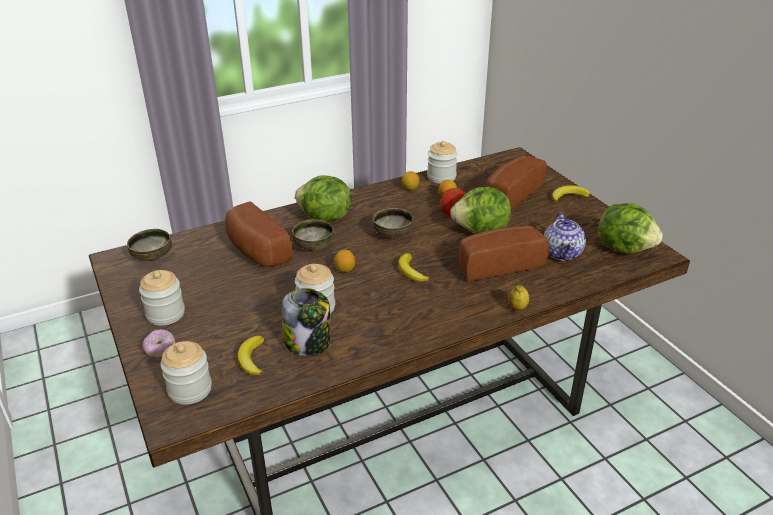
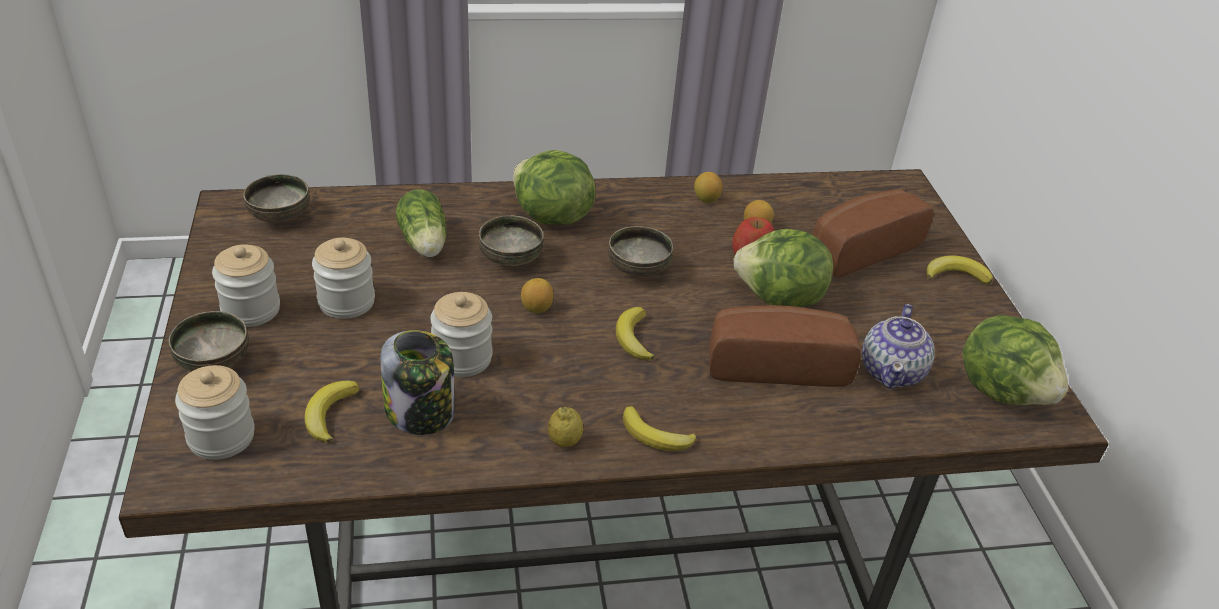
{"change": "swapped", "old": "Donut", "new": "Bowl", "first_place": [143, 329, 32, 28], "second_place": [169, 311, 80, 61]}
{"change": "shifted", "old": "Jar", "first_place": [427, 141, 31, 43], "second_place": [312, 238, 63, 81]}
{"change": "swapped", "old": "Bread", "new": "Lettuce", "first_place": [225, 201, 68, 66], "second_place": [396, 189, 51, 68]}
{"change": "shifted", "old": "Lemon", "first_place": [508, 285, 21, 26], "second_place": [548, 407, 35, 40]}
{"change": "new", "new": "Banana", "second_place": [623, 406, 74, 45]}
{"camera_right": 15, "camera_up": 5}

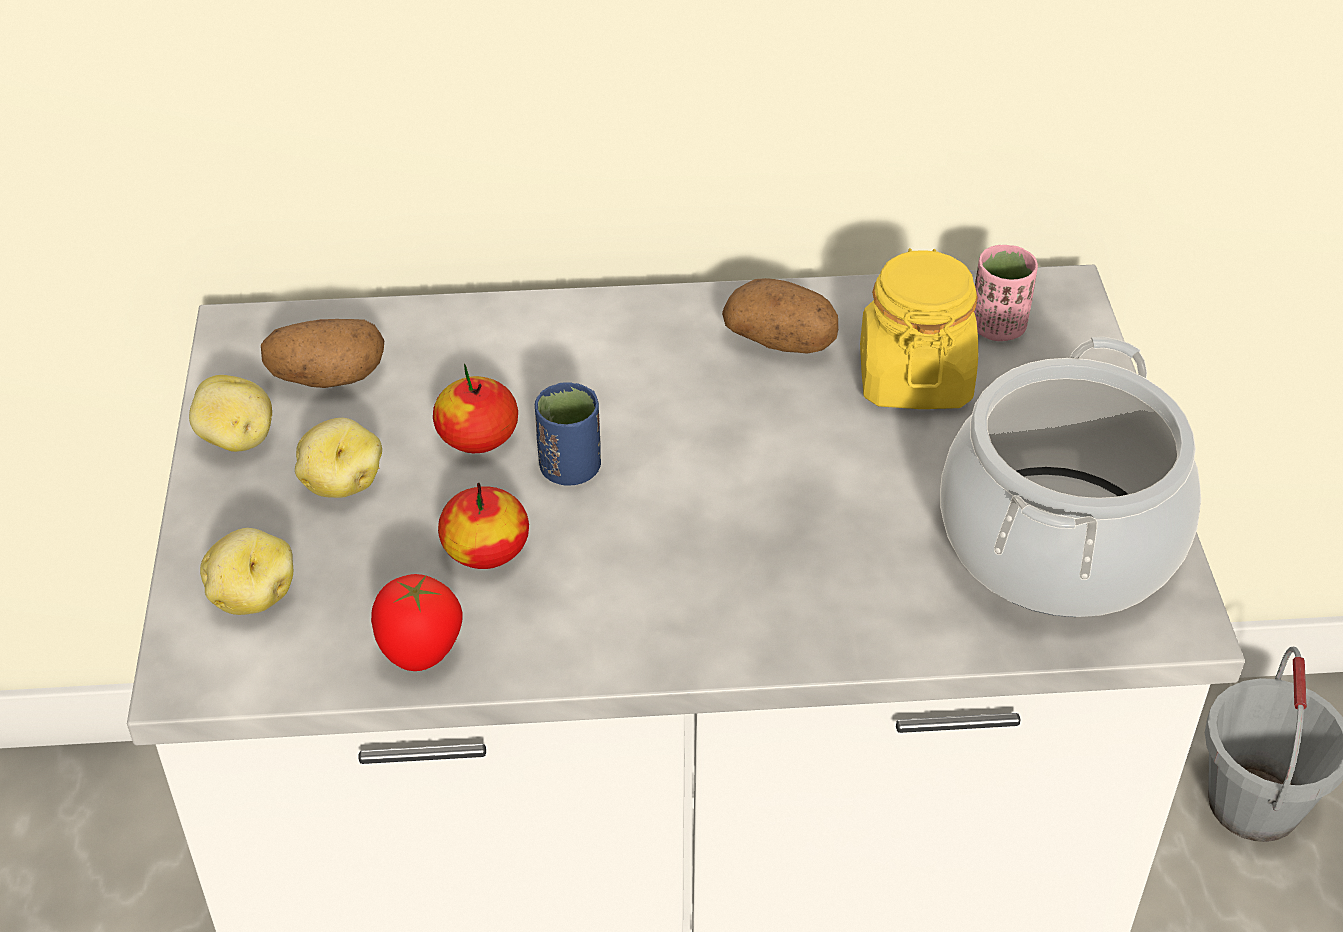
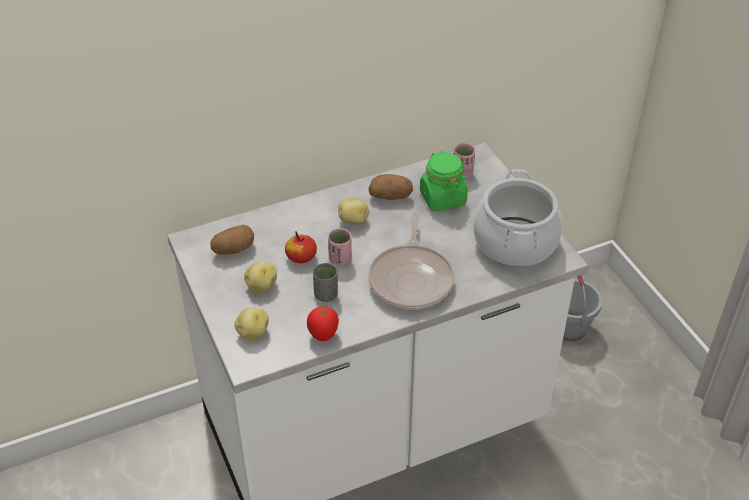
{"change": "swapped", "old": "Apple", "new": "GreyCup", "first_place": [438, 483, 91, 86], "second_place": [313, 263, 25, 39]}
{"change": "repainted", "old": "BlueCup", "new": "PinkCup", "first_place": [535, 382, 66, 104], "second_place": [328, 228, 24, 38]}
{"change": "shifted", "old": "Potato", "first_place": [189, 375, 83, 77], "second_place": [338, 198, 31, 27]}
{"change": "new", "new": "FryingPan", "second_place": [368, 213, 87, 97]}
{"change": "repainted", "old": "YellowJar", "new": "GreenJar", "first_place": [860, 248, 118, 161], "second_place": [420, 151, 48, 60]}
{"camera_right": -20, "camera_up": 0}

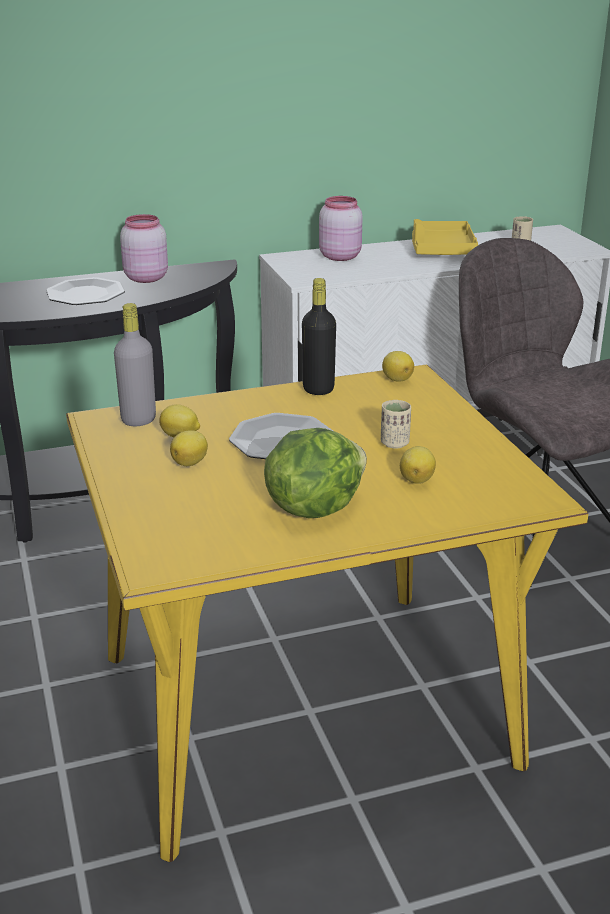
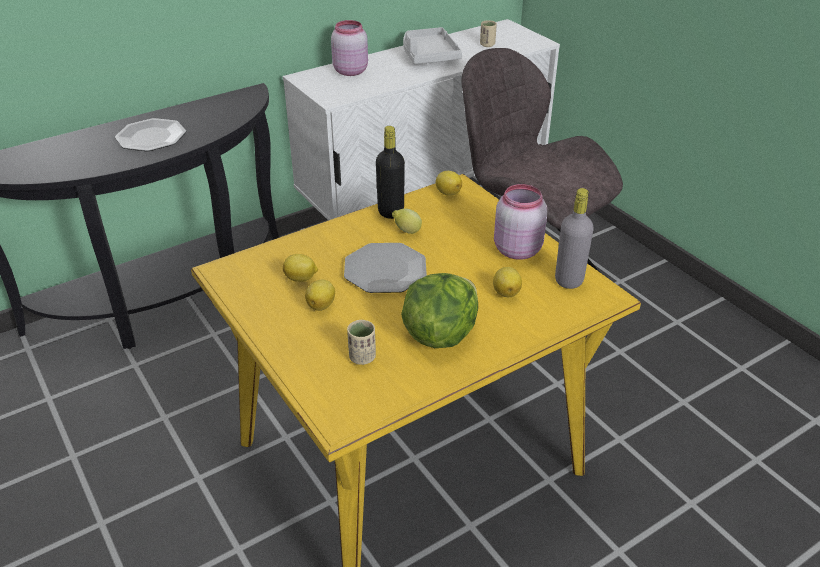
{"change": "shifted", "old": "BeigeCup", "first_place": [381, 400, 30, 48], "second_place": [347, 320, 29, 45]}
{"change": "new", "new": "Lemon", "second_place": [392, 208, 30, 26]}
{"change": "repainted", "old": "YellowTray", "new": "GreyTray", "first_place": [412, 219, 66, 36], "second_place": [403, 27, 59, 37]}
{"change": "shifted", "old": "PinkJar", "first_place": [120, 214, 48, 69], "second_place": [494, 184, 53, 76]}
{"change": "shifted", "old": "GreyBottle", "first_place": [114, 303, 42, 123], "second_place": [555, 188, 38, 101]}
{"camera_right": -15, "camera_up": 10}

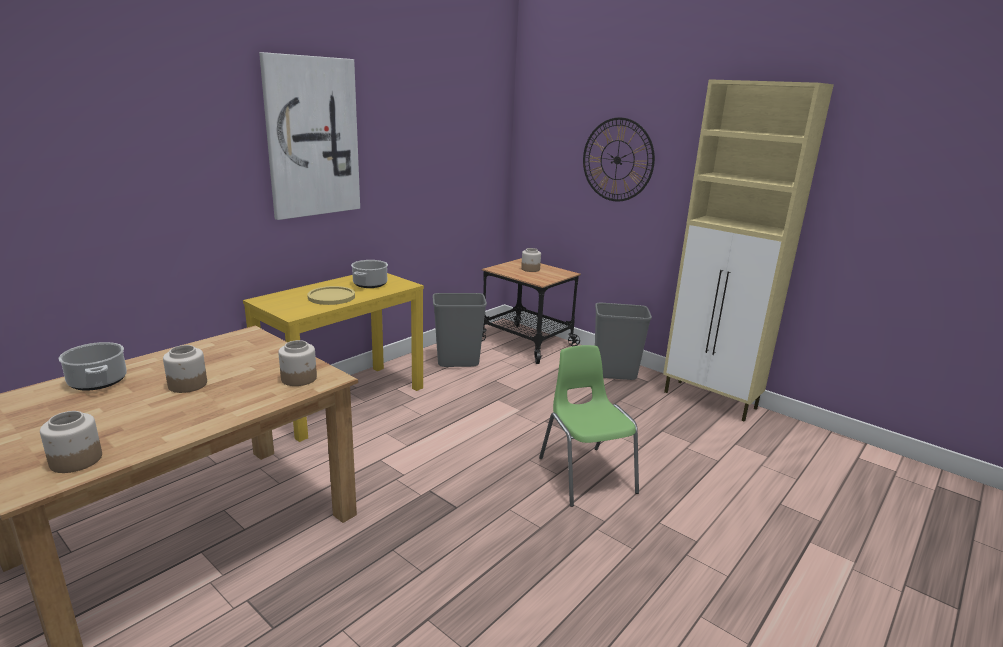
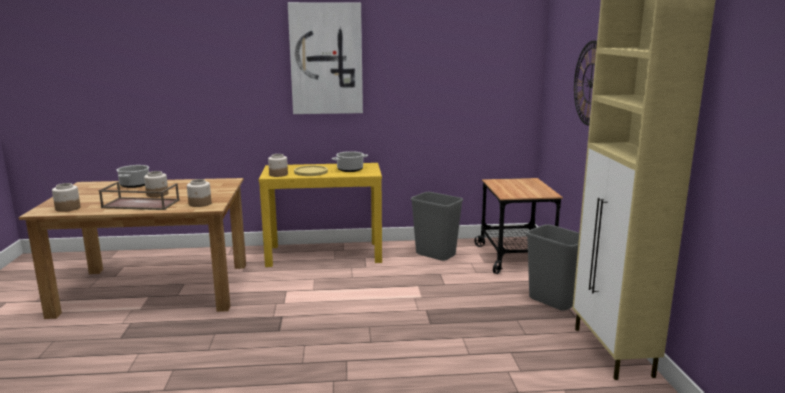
{"change": "new", "new": "BrownTray", "second_place": [99, 182, 81, 28]}
{"change": "shifted", "old": "Jar", "first_place": [521, 248, 20, 24], "second_place": [268, 154, 20, 23]}
{"change": "gone", "old": "GreenChair", "first_place": [539, 345, 100, 162]}
{"camera_right": 45, "camera_up": -5}

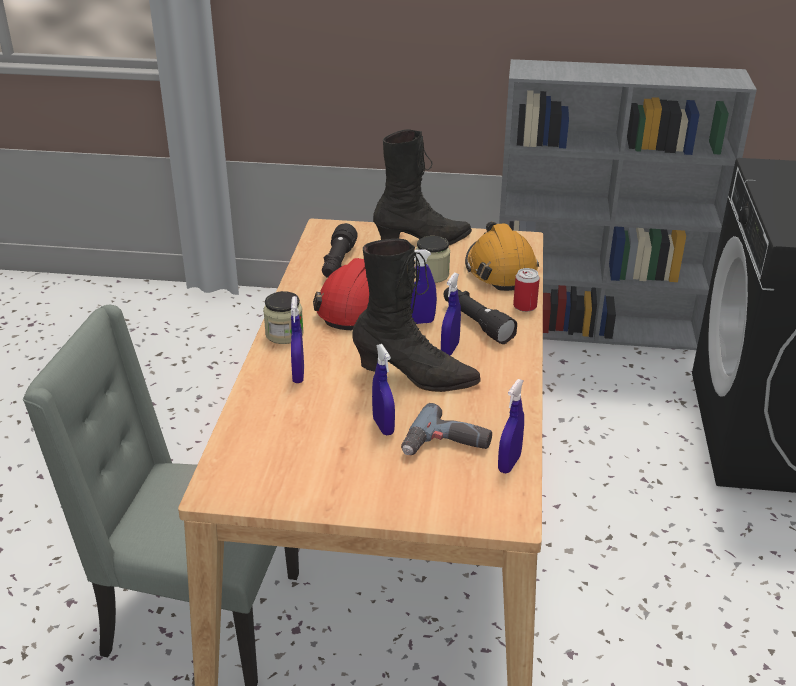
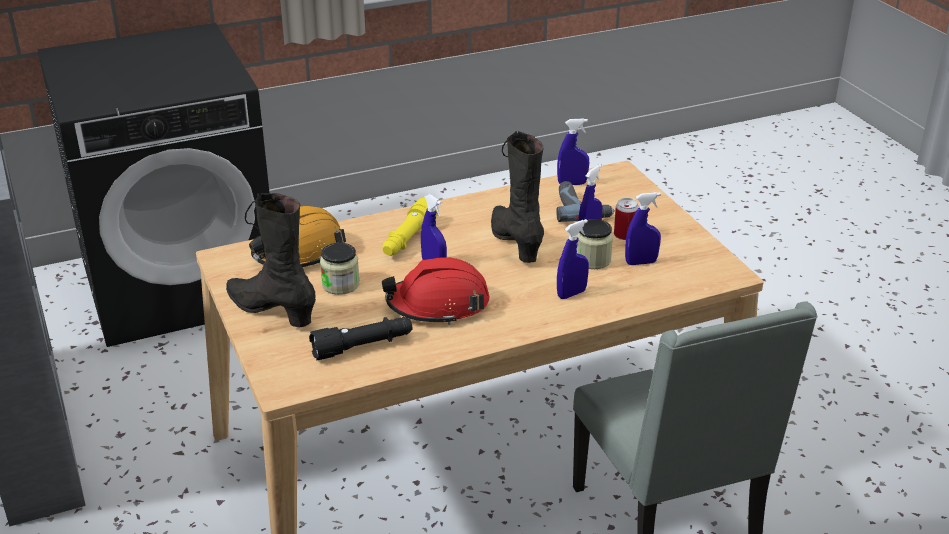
{"change": "repainted", "old": "BlackFlashlight", "new": "YellowFlashlight", "first_place": [444, 287, 73, 57], "second_place": [382, 198, 56, 58]}
{"change": "shifted", "old": "Jar", "first_place": [263, 291, 41, 53], "second_place": [576, 219, 37, 50]}
{"change": "shifted", "old": "Can", "first_place": [513, 268, 27, 44], "second_place": [614, 198, 25, 42]}
{"change": "shifted", "old": "BlueSprayBottle", "first_place": [441, 273, 20, 82], "second_place": [625, 192, 36, 73]}
{"camera_right": -120, "camera_up": 0}

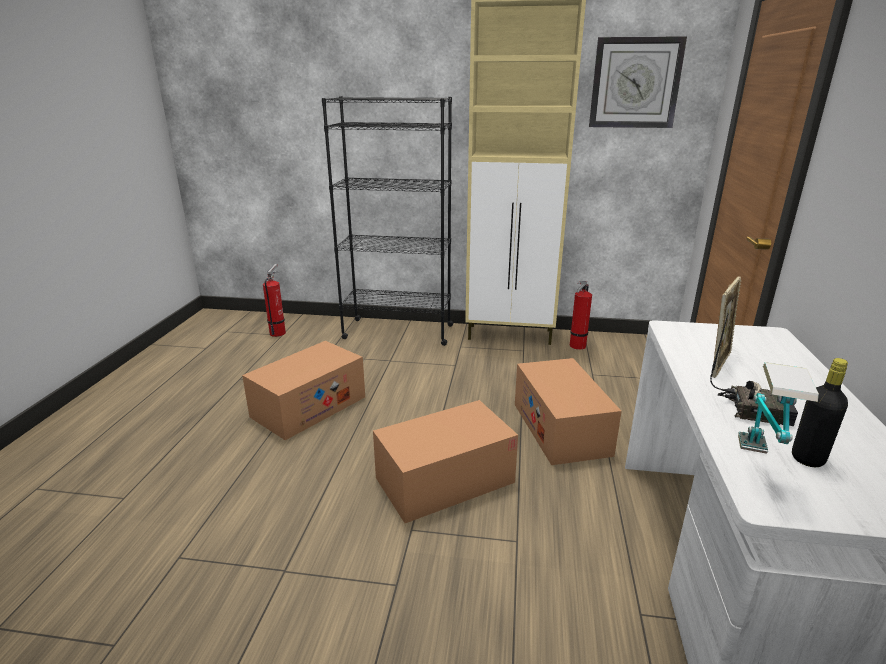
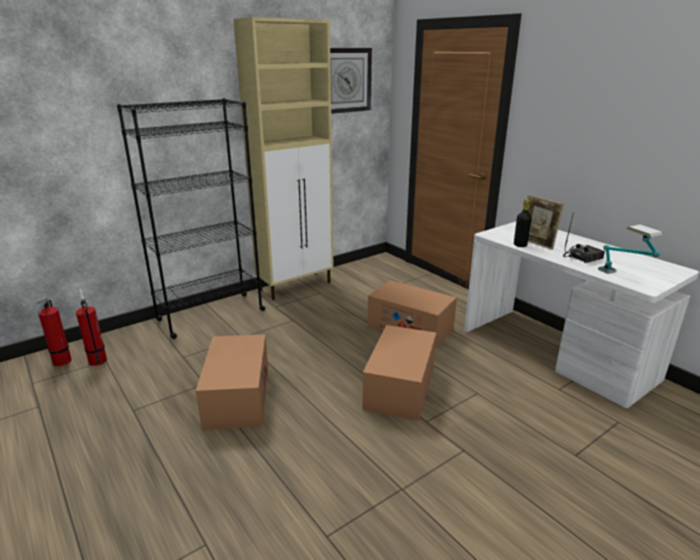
{"change": "shifted", "old": "FireExtinguisher", "first_place": [570, 281, 22, 69], "second_place": [36, 298, 36, 68]}
{"change": "shifted", "old": "BlackBottle", "first_place": [792, 358, 56, 109], "second_place": [514, 199, 18, 48]}
{"change": "rotated", "old": "PictureFrame", "first_place": [712, 276, 29, 102], "second_place": [527, 195, 37, 55], "degrees": 150}
{"camera_right": -45, "camera_up": 0}

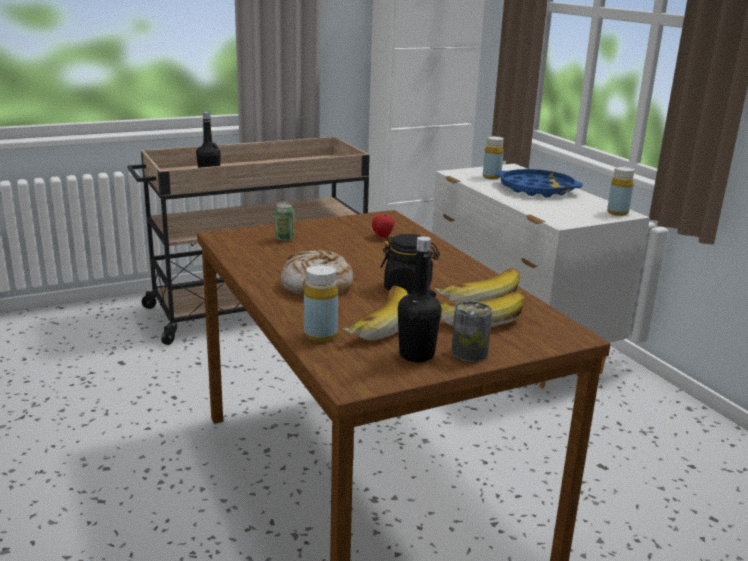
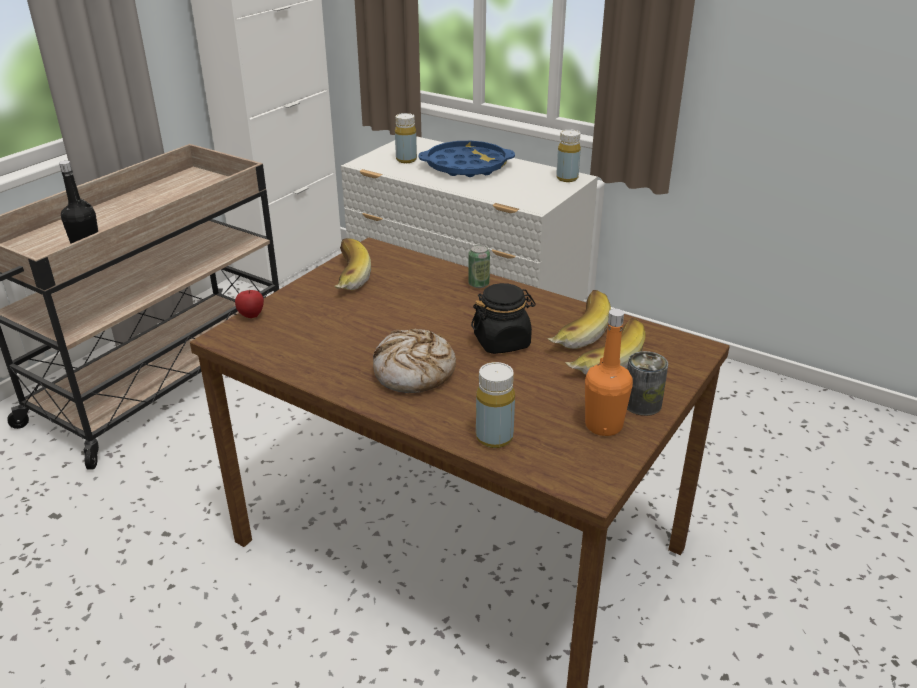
{"change": "shifted", "old": "Apple", "first_place": [372, 214, 22, 23], "second_place": [235, 290, 29, 28]}
{"change": "shifted", "old": "Banana", "first_place": [343, 286, 65, 54], "second_place": [334, 238, 37, 52]}
{"change": "shifted", "old": "Can", "first_place": [275, 203, 19, 38], "second_place": [468, 245, 22, 43]}
{"change": "repainted", "old": "BlackBottle", "new": "OrangeBottle", "first_place": [398, 236, 44, 127], "second_place": [585, 309, 48, 127]}
{"camera_right": -30, "camera_up": 10}

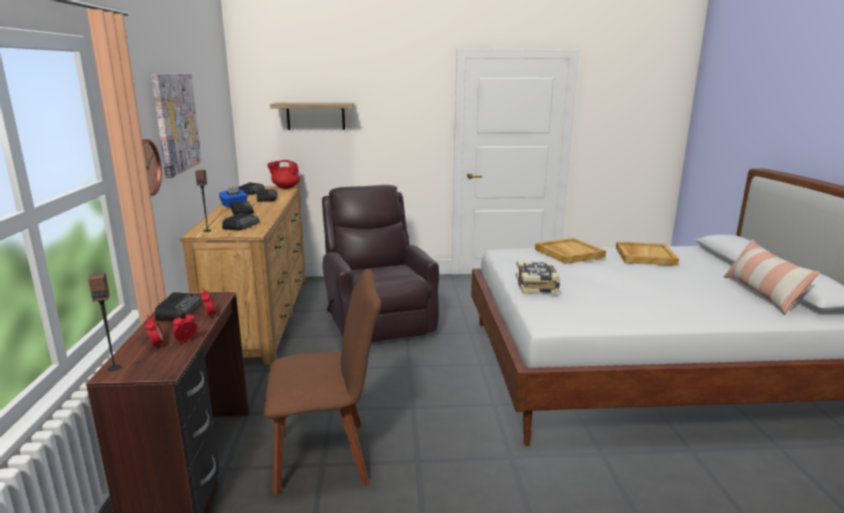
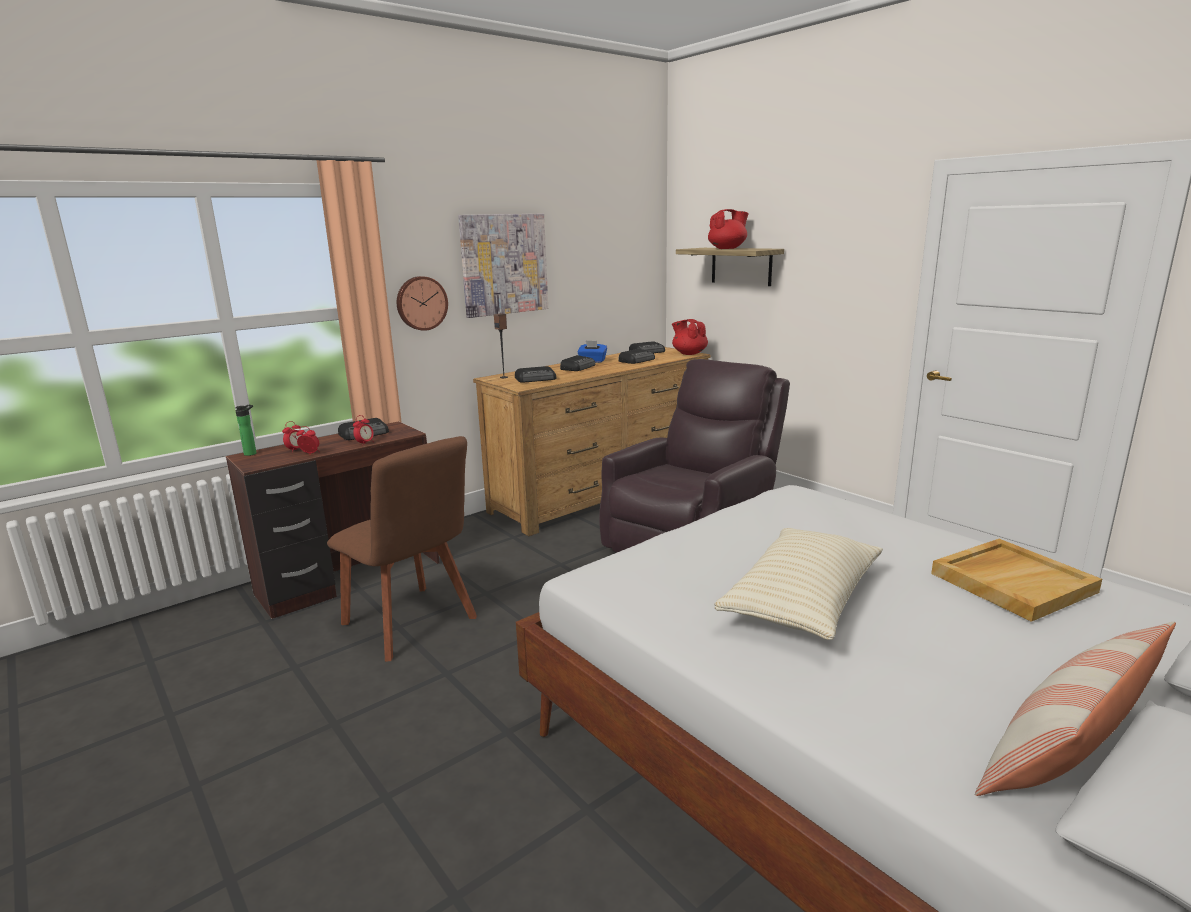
{"change": "swapped", "old": "Speaker", "new": "Bottle", "first_place": [88, 273, 34, 98], "second_place": [235, 405, 22, 51]}
{"change": "new", "new": "RedTeapot", "second_place": [708, 209, 40, 40]}
{"change": "new", "new": "BeigePillow", "second_place": [715, 528, 168, 112]}
{"change": "gone", "old": "Book", "first_place": [516, 261, 44, 33]}
{"change": "gone", "old": "BeigeTray", "first_place": [535, 238, 71, 26]}
{"camera_right": 55, "camera_up": 0}

